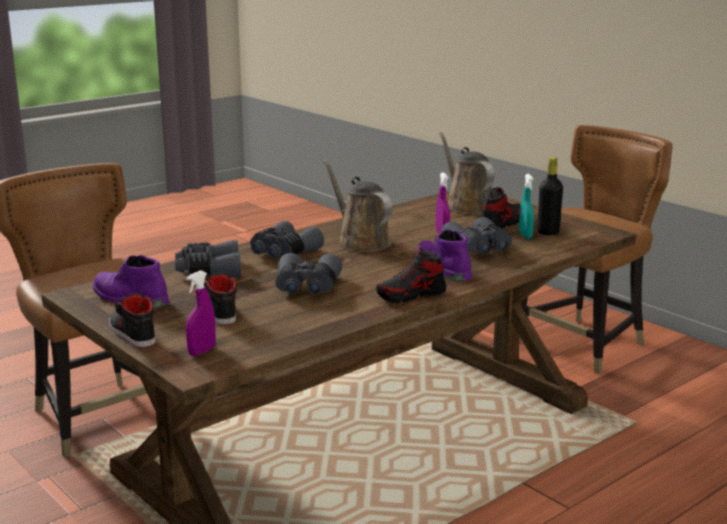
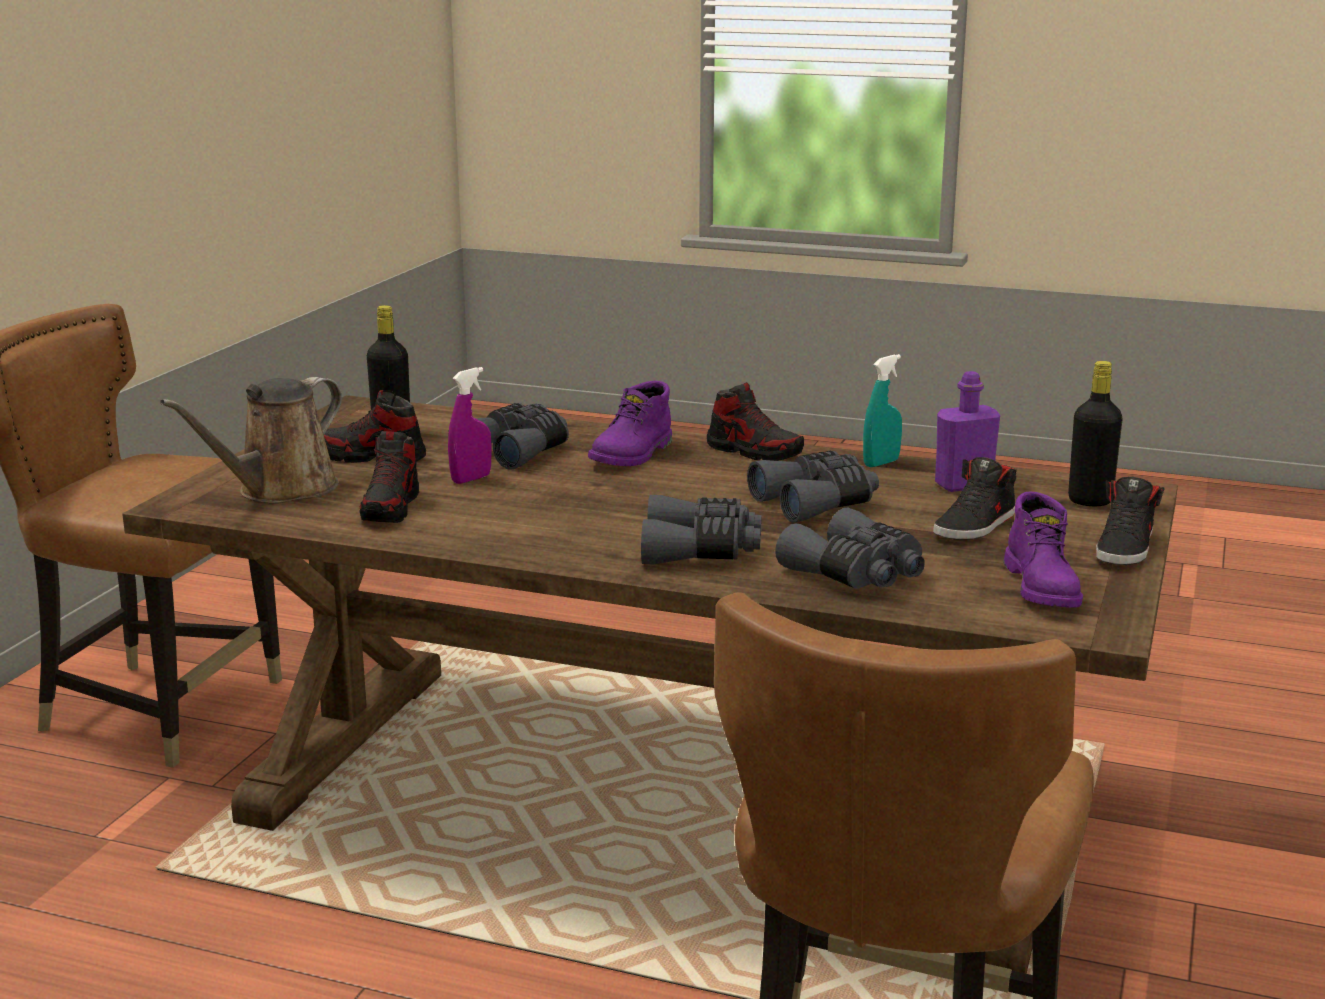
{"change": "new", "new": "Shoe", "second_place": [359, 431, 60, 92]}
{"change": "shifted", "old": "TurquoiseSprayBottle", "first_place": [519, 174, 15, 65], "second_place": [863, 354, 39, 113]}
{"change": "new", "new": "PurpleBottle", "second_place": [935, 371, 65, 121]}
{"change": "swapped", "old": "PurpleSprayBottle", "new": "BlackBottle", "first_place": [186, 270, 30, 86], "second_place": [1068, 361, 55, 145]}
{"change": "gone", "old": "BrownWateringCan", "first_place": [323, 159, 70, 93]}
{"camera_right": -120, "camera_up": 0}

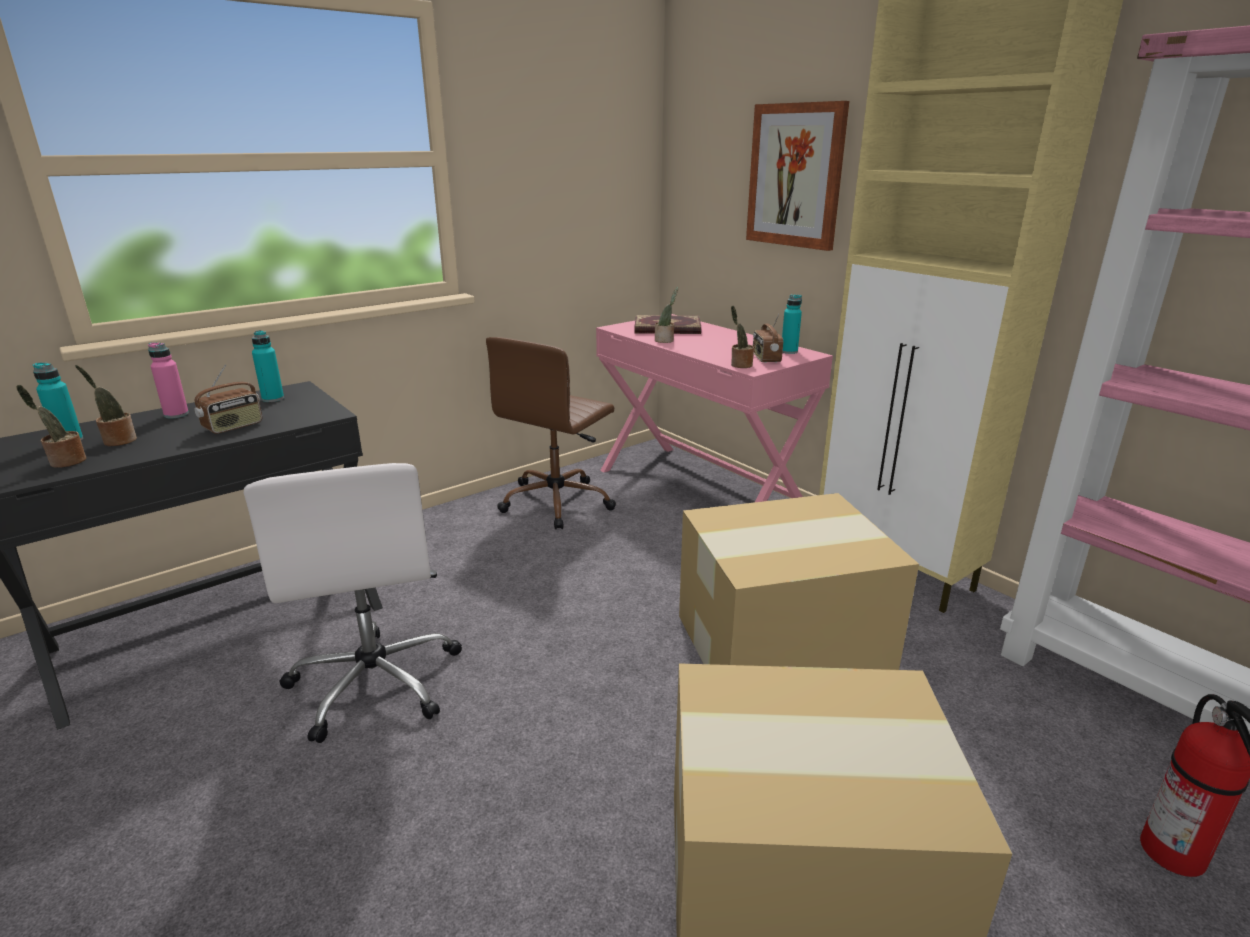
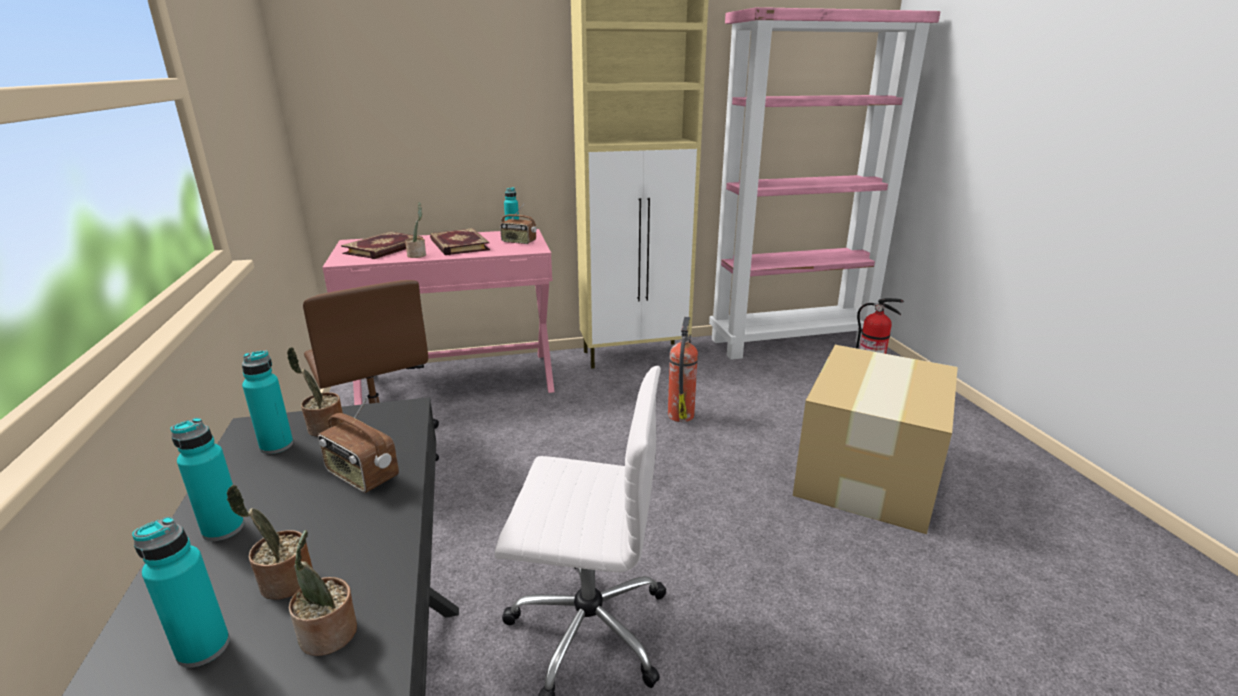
{"change": "repainted", "old": "PinkBottle", "new": "TurquoiseBottle", "first_place": [148, 342, 41, 76], "second_place": [170, 418, 74, 123]}
{"change": "shifted", "old": "PottedPlant", "first_place": [731, 306, 23, 62], "second_place": [287, 347, 57, 90]}
{"change": "rotated", "old": "Radio", "first_place": [194, 364, 68, 70], "second_place": [318, 397, 81, 96], "degrees": 150}
{"change": "new", "new": "Book", "second_place": [430, 228, 60, 27]}
{"change": "swapped", "old": "CardboardBox", "new": "FireExtinguisher", "first_place": [679, 493, 240, 177], "second_place": [668, 317, 30, 105]}
{"change": "gone", "old": "Picture", "first_place": [746, 101, 103, 150]}
{"camera_right": -65, "camera_up": 0}

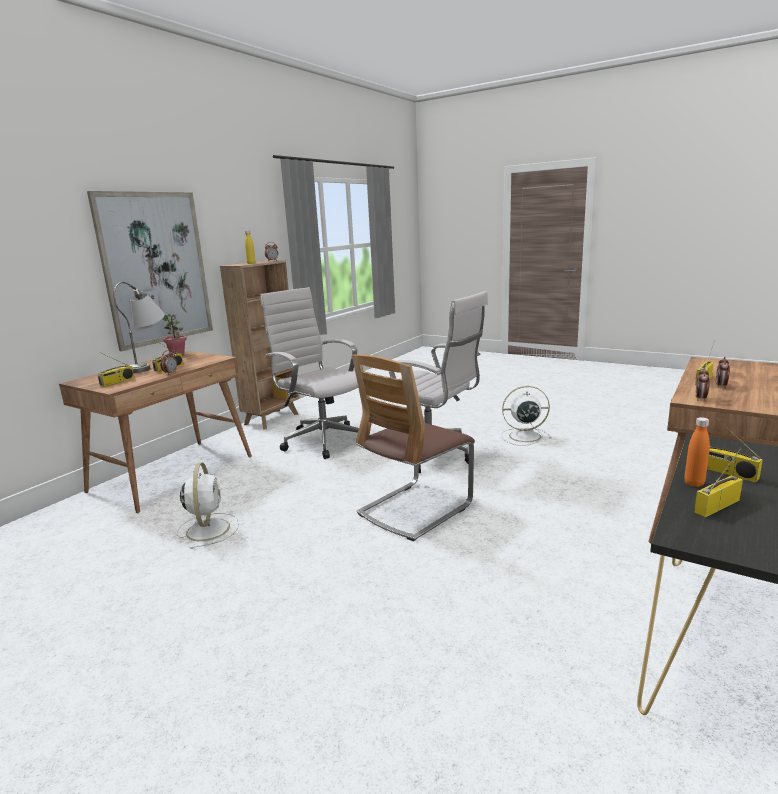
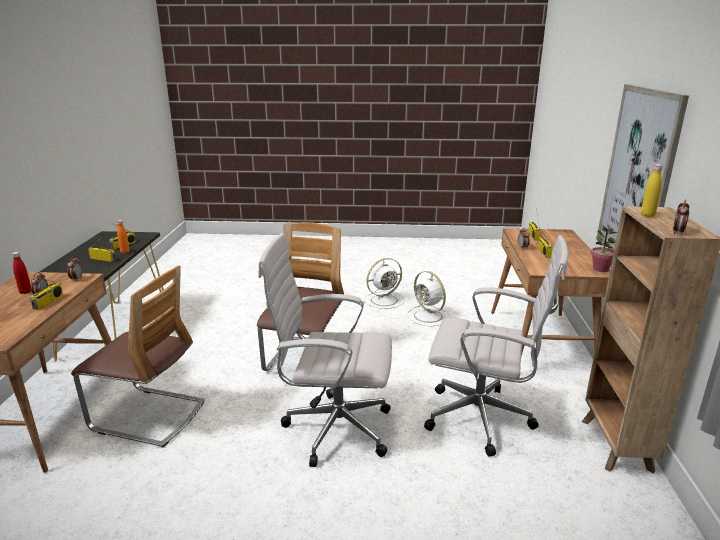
{"change": "new", "new": "RedBottle", "second_place": [12, 252, 19, 42]}
{"change": "new", "new": "Chair", "second_place": [71, 265, 134, 182]}
{"change": "shifted", "old": "WhiteFan", "first_place": [501, 386, 51, 60], "second_place": [363, 258, 42, 51]}
{"change": "gone", "old": "GreyTableLamp", "first_place": [113, 282, 52, 91]}
{"camera_right": 150, "camera_up": 5}

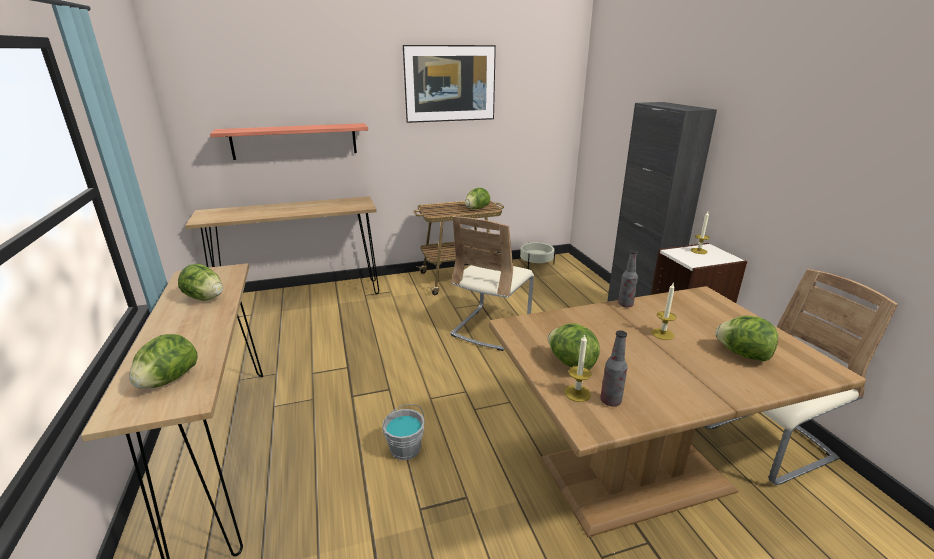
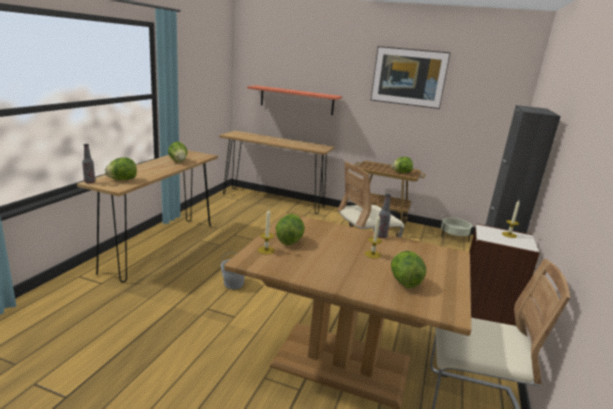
{"change": "shifted", "old": "Bottle", "first_place": [600, 330, 28, 77], "second_place": [82, 144, 13, 39]}
{"camera_right": 35, "camera_up": -5}

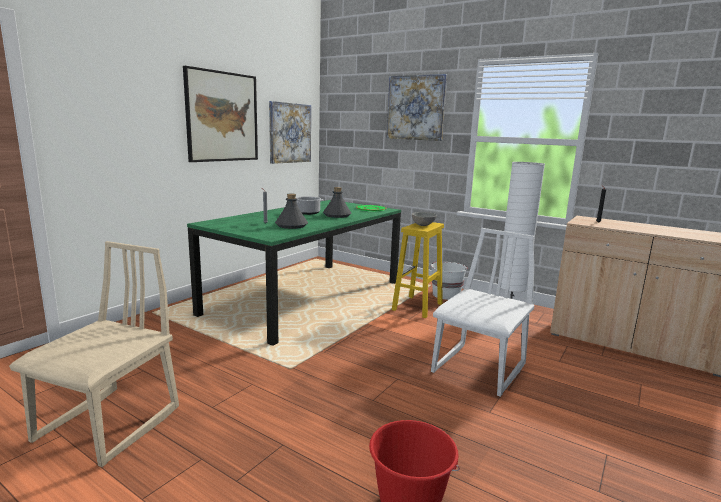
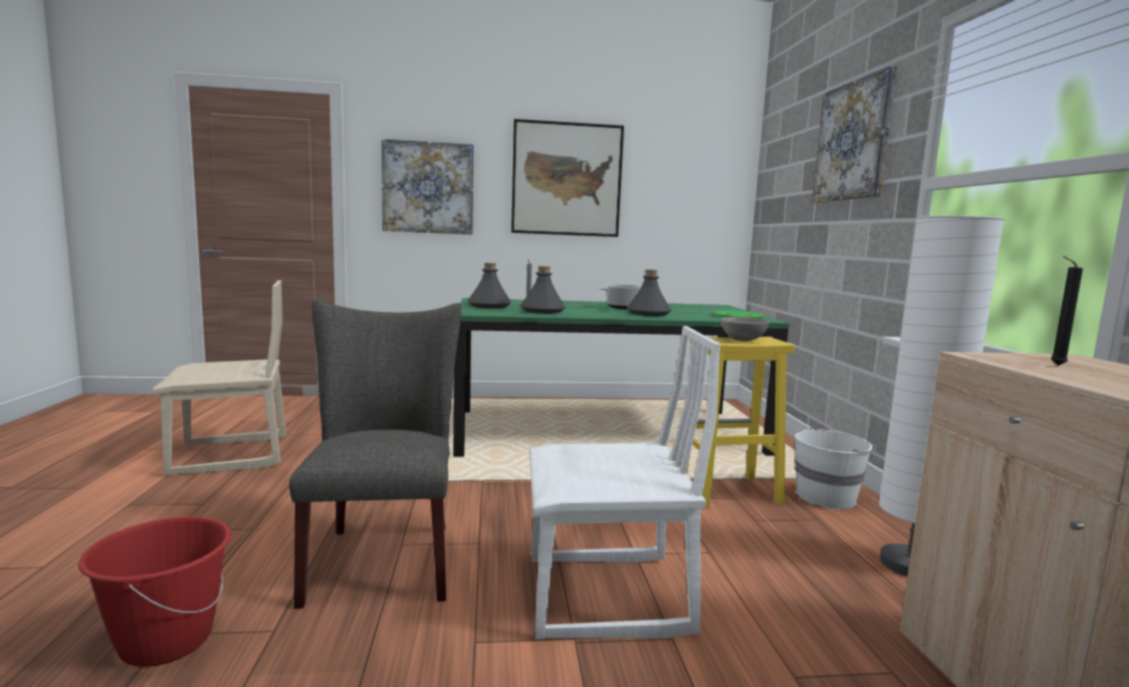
{"change": "new", "new": "GreyChair", "second_place": [289, 299, 172, 310]}
{"change": "shifted", "old": "Picture", "first_place": [269, 101, 42, 63], "second_place": [382, 139, 92, 96]}
{"change": "new", "new": "GreyBottle", "second_place": [467, 263, 44, 45]}
{"camera_right": 50, "camera_up": -5}

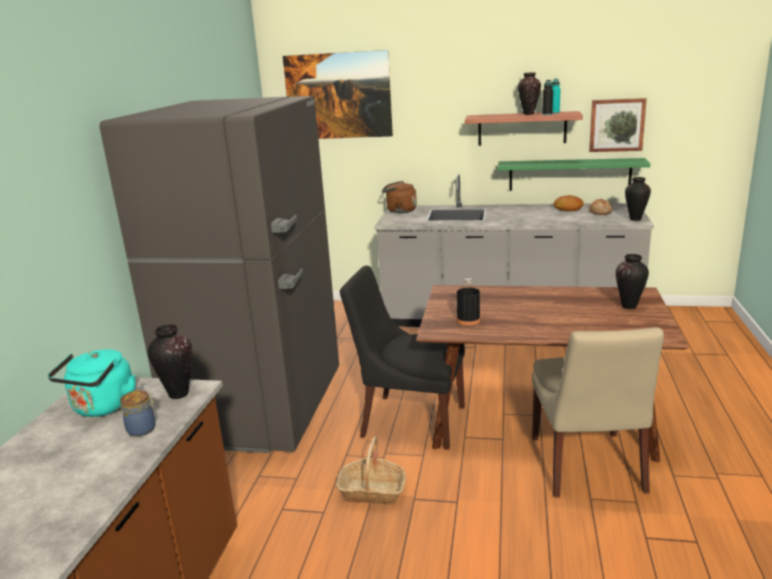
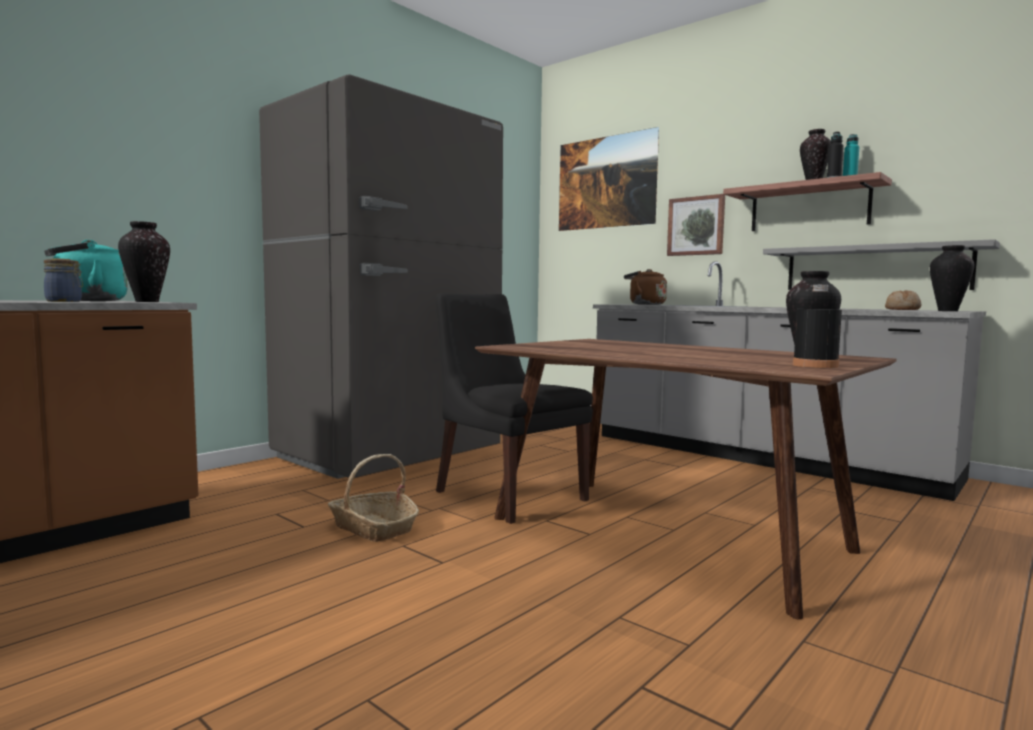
{"change": "shifted", "old": "Picture", "first_place": [589, 98, 58, 54], "second_place": [667, 194, 58, 62]}
{"change": "repainted", "old": "GreenShelf", "new": "GreyShelf", "first_place": [498, 158, 153, 33], "second_place": [763, 239, 237, 51]}
{"change": "shifted", "old": "BlackBottle", "first_place": [457, 277, 23, 49], "second_place": [793, 285, 49, 83]}
{"change": "gone", "old": "BeigeChair", "first_place": [532, 327, 132, 170]}
{"change": "gone", "old": "Bread", "first_place": [554, 195, 30, 16]}
{"camera_right": 30, "camera_up": -15}

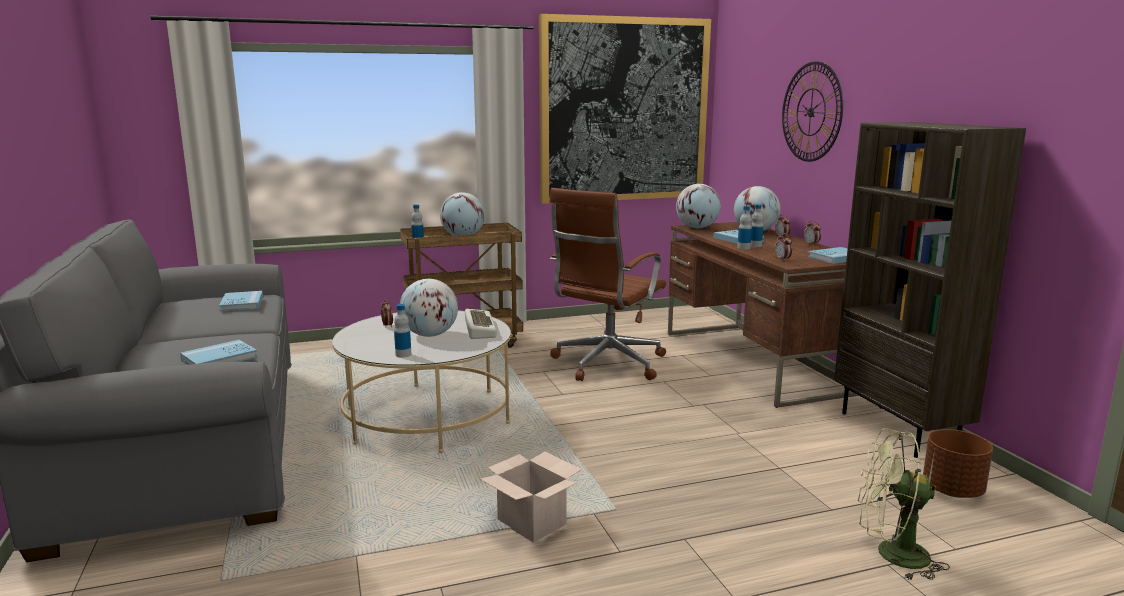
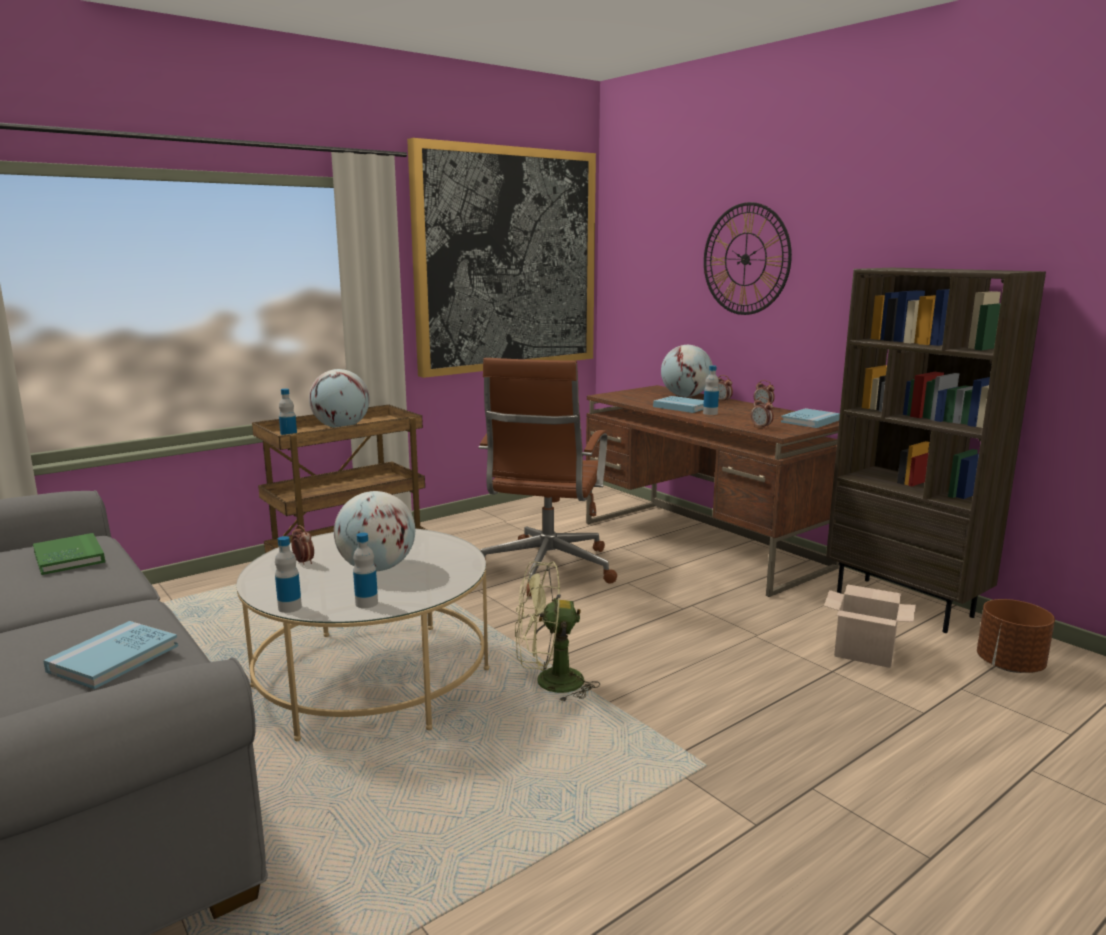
{"change": "repainted", "old": "BlueBook", "new": "GreenBook", "first_place": [219, 291, 44, 21], "second_place": [33, 533, 72, 42]}
{"change": "shifted", "old": "Bottle", "first_place": [737, 206, 15, 44], "second_place": [275, 536, 27, 77]}
{"change": "shifted", "old": "GreenFan", "first_place": [857, 428, 93, 152], "second_place": [515, 561, 85, 141]}
{"change": "shifted", "old": "CardboardBox", "first_place": [480, 452, 102, 91], "second_place": [824, 584, 92, 84]}
{"change": "gone", "old": "Keyboard", "first_place": [465, 309, 32, 30]}
{"change": "gone", "old": "Globe", "first_place": [676, 184, 45, 44]}
{"camera_right": -20, "camera_up": 0}

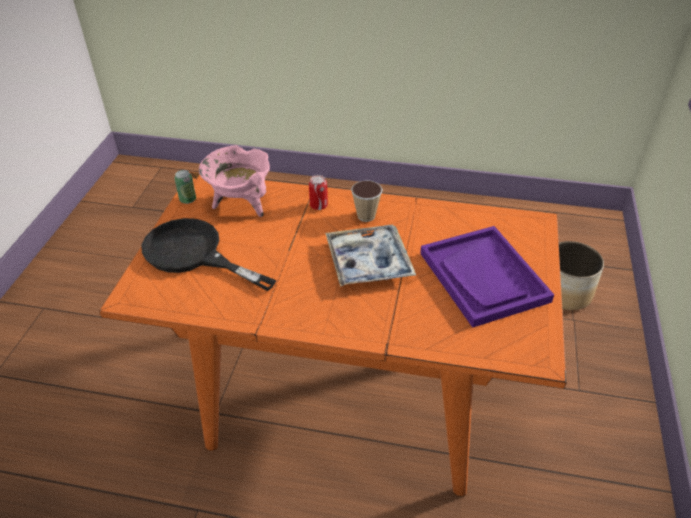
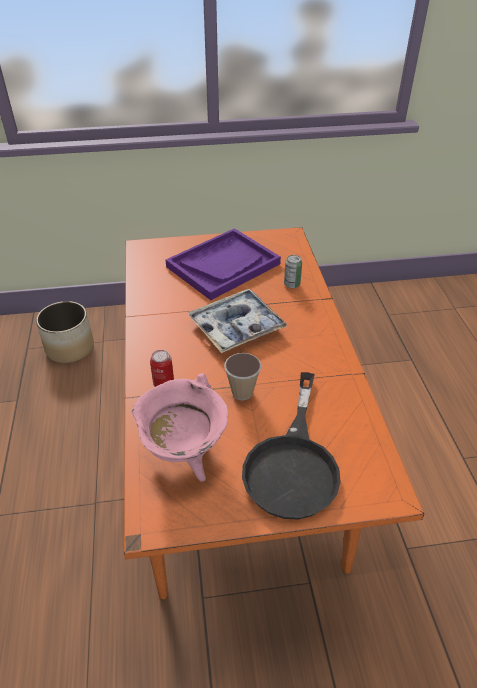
{"change": "shifted", "old": "Cup", "first_place": [351, 180, 32, 42], "second_place": [224, 353, 37, 47]}
{"change": "shifted", "old": "Can", "first_place": [175, 170, 21, 34], "second_place": [284, 255, 18, 33]}
{"camera_right": -110, "camera_up": 0}

